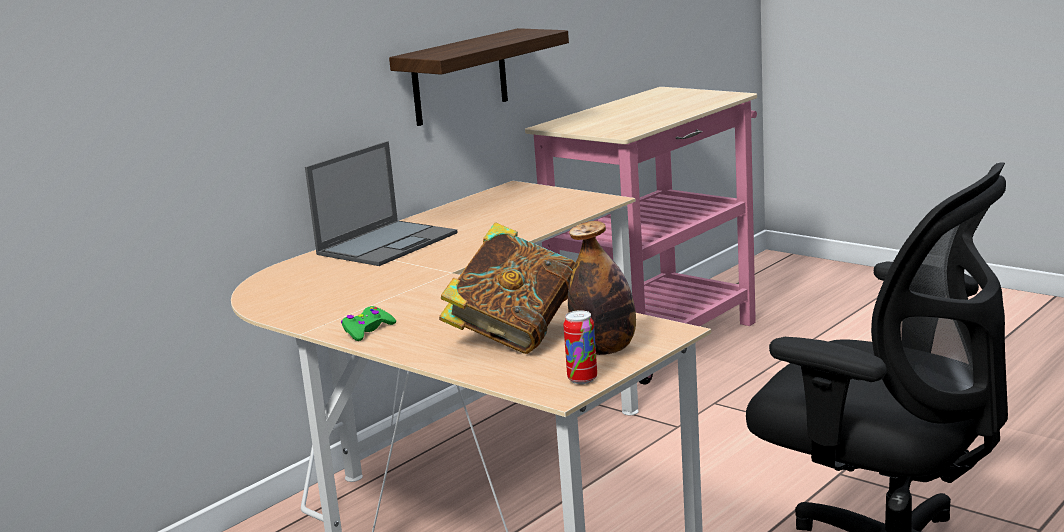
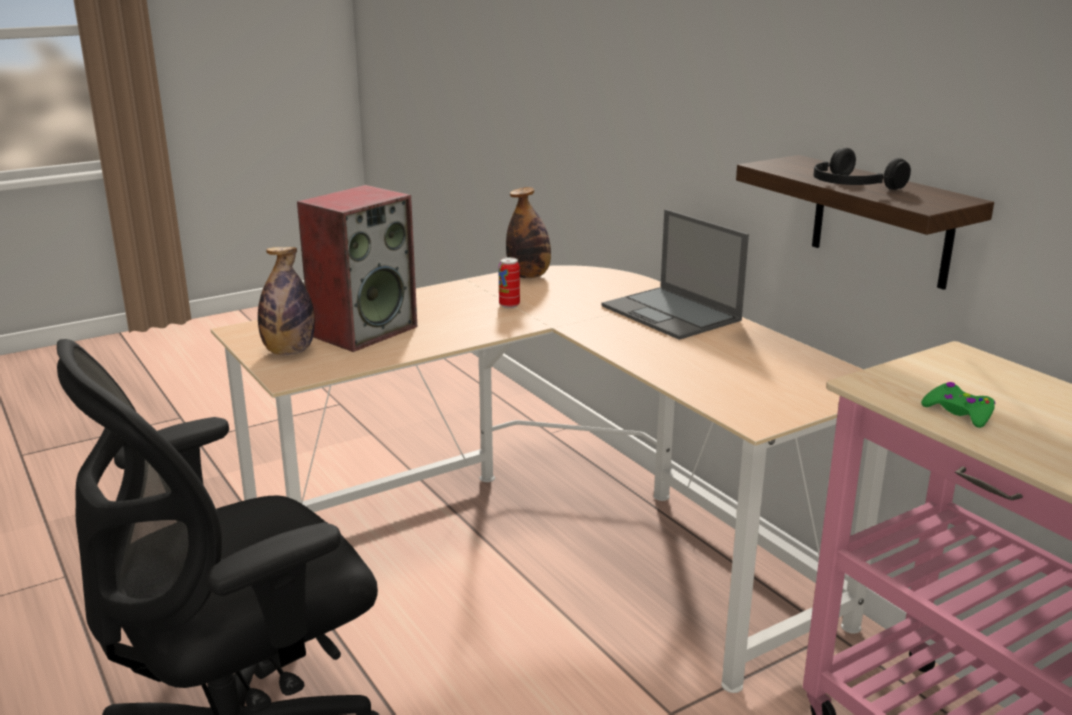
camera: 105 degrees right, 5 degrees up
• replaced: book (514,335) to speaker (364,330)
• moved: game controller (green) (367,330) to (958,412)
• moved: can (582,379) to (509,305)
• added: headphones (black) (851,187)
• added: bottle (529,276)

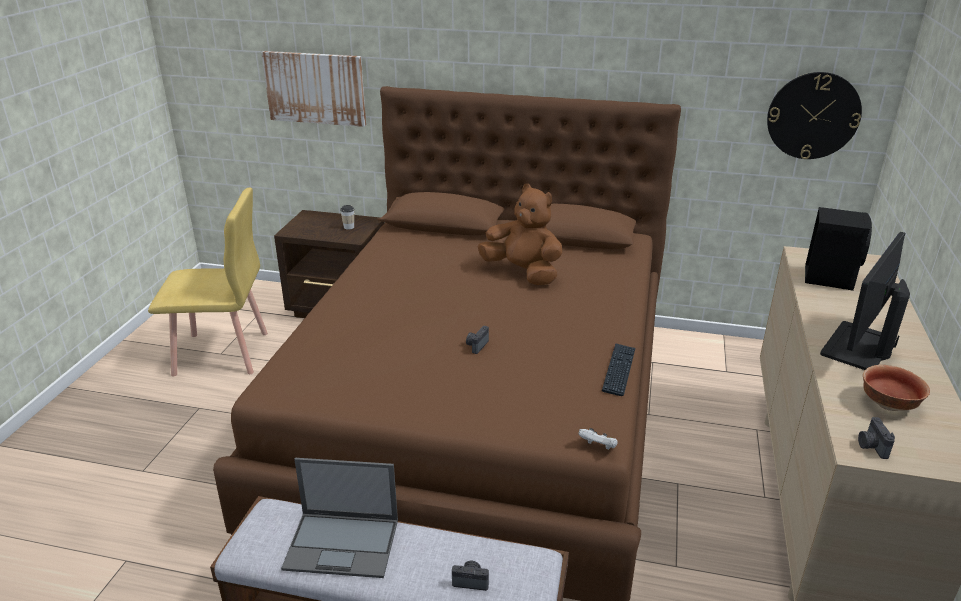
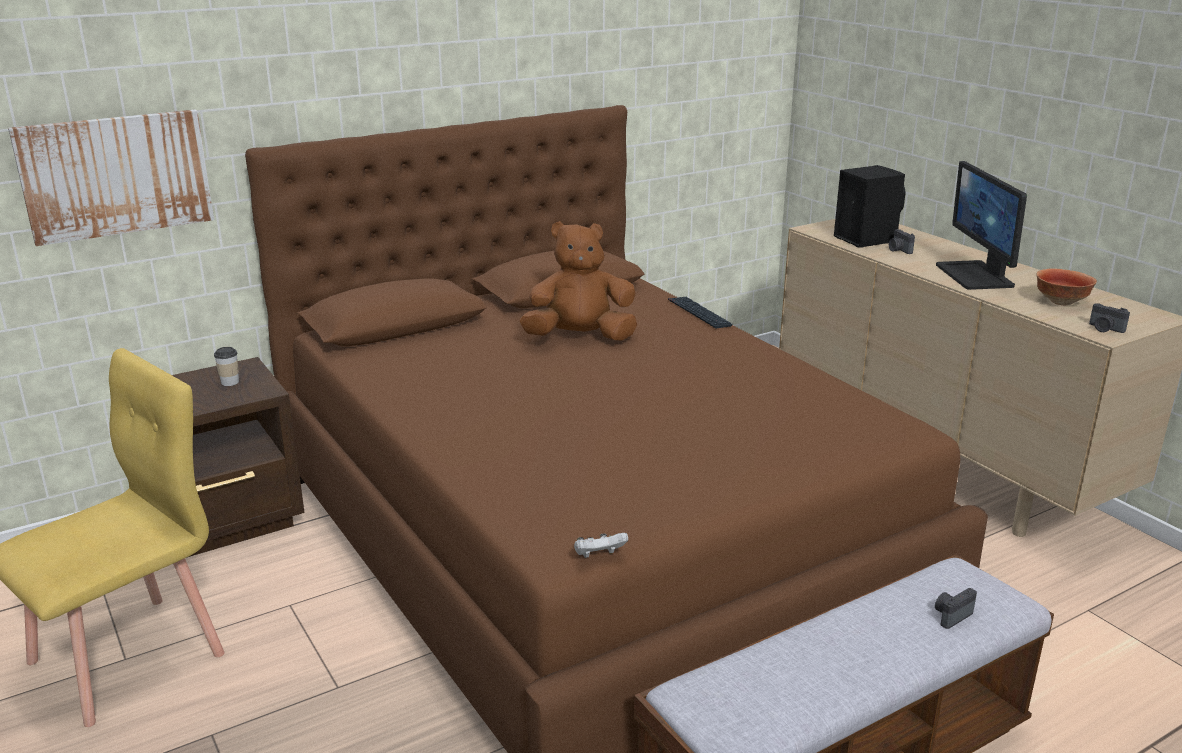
camera: 45 degrees left, 5 degrees down
• removed: wall clock (813,116)
• moved: photo camera (476,345) to (898,250)
• moved: keyboard (619,370) to (699,313)
• moved: game controller (white) (598,447) to (599,556)
• removed: laptop (343,544)

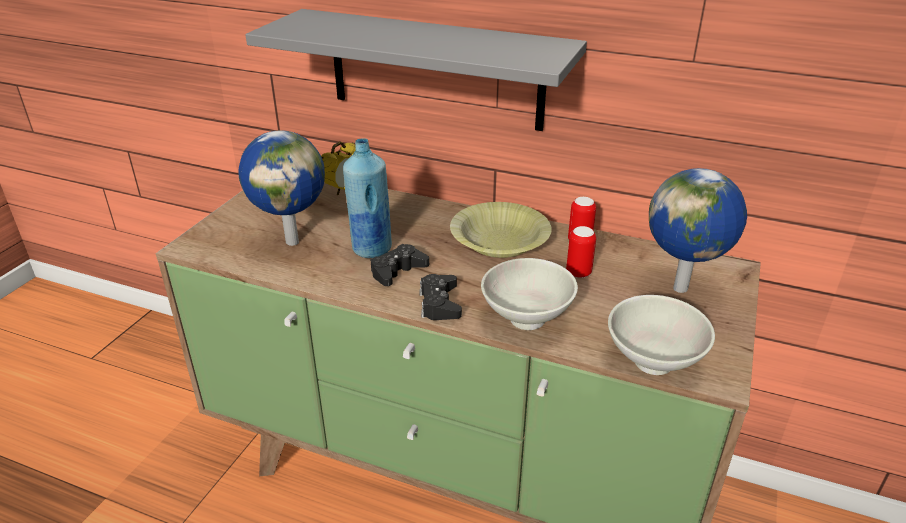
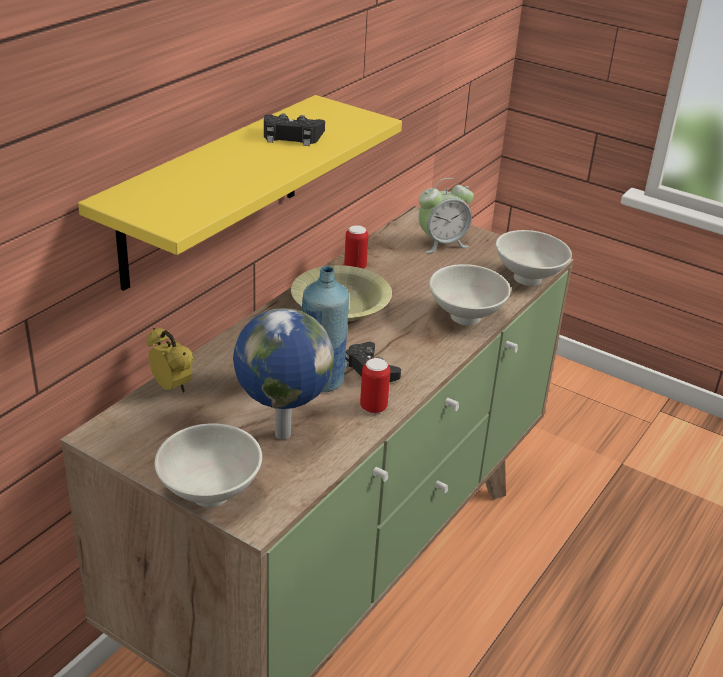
camera: 80 degrees left, 0 degrees up
• recoloured: shelf (grey) (435,70) to shelf (yellow) (212,191)
• replaced: globe (682,289) to alarm clock (442,244)
• moved: can (578,273) to (373,407)
• moved: game controller (black) (439,303) to (291,136)
• added: bowl (white) (212,495)

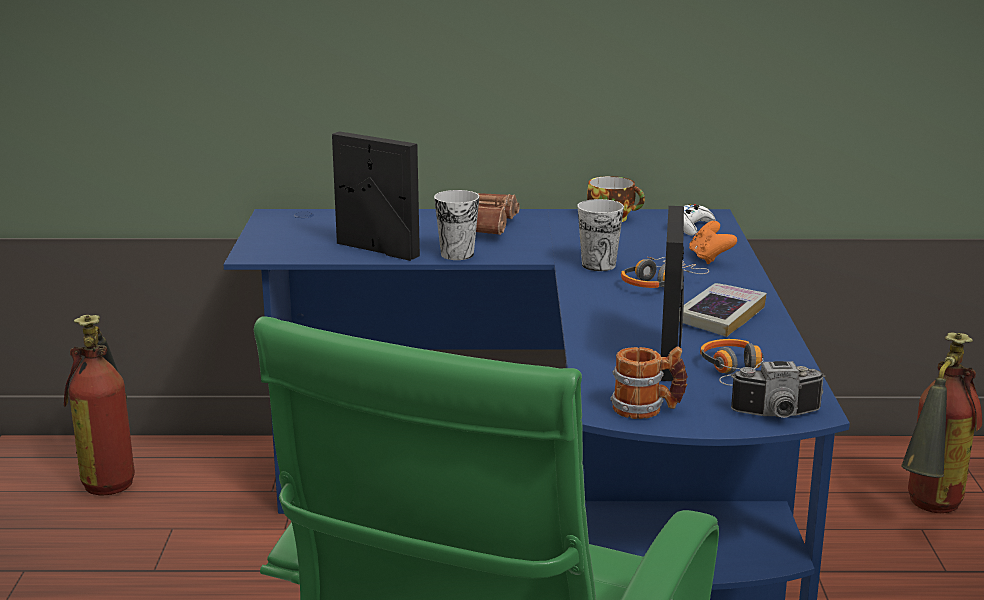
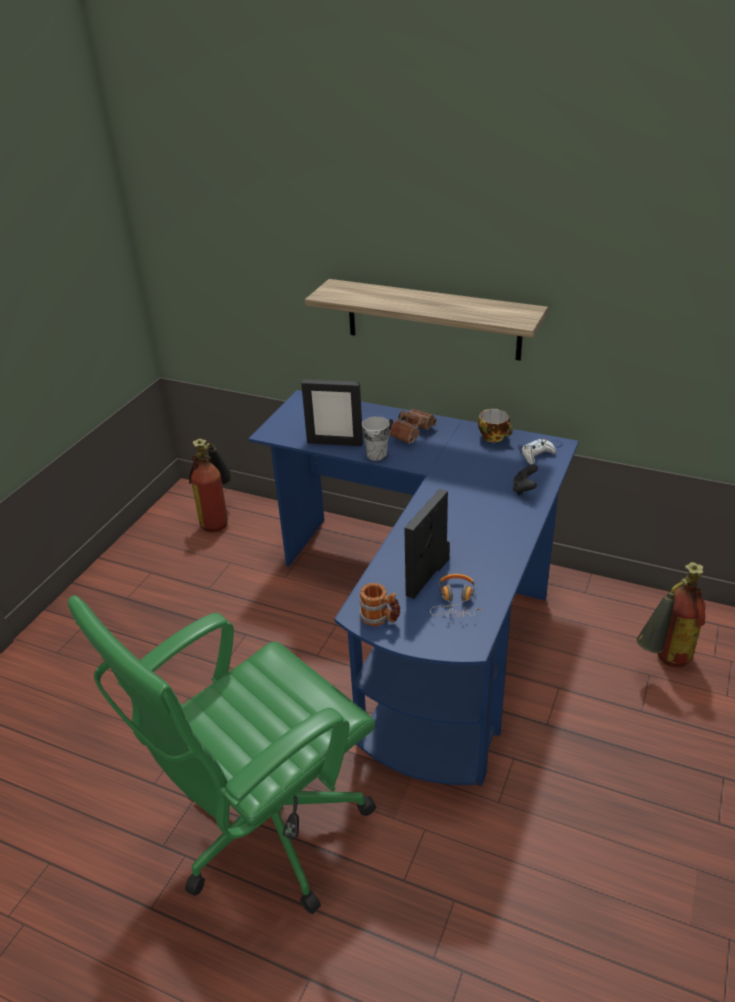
camera: 25 degrees right, 15 degrees up
• turned: picture frame (376,250) = (335,442) 135 degrees clockwise
• removed: cup (598,265)
• recoloured: game controller (orange) (709,258) to game controller (black) (524,489)
• removed: headphones (659,282)
• removed: book (720,316)
• removed: photo camera (778,415)
• added: shelf (433,319)

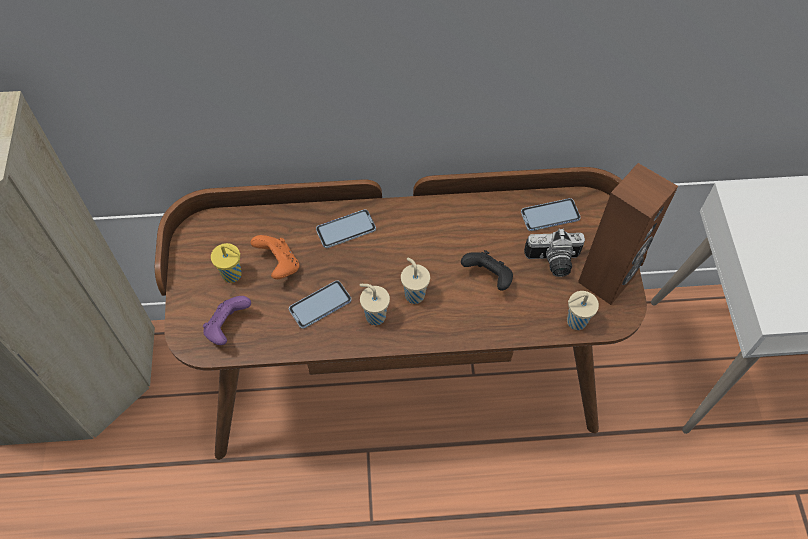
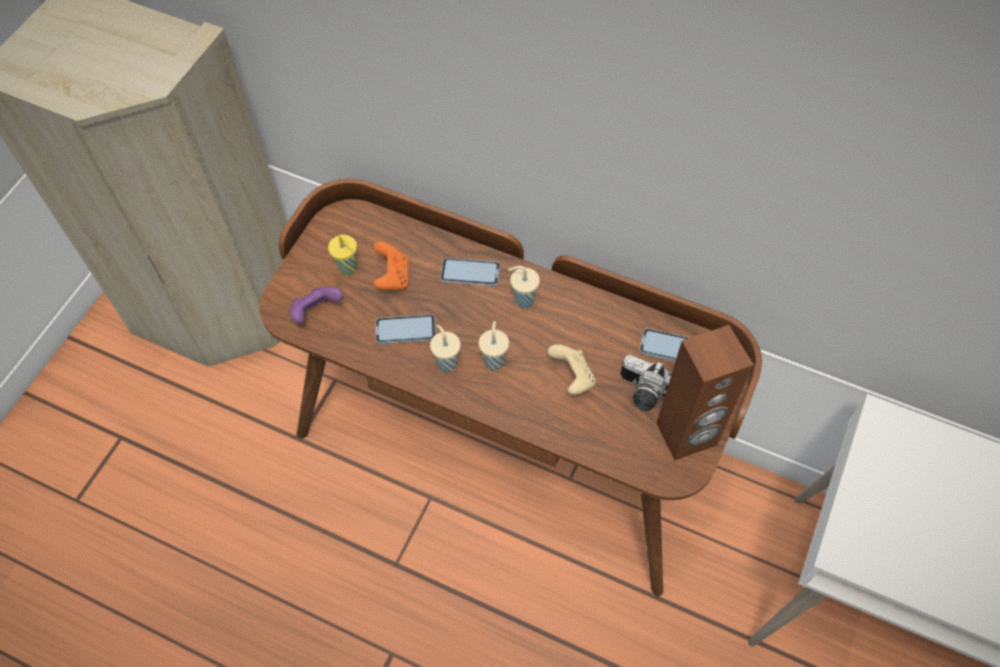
camera: 30 degrees right, 0 degrees up
• recoloured: game controller (black) (488,277) to game controller (beige) (572,377)
• moved: cup (beige) (575,321) to (523,299)

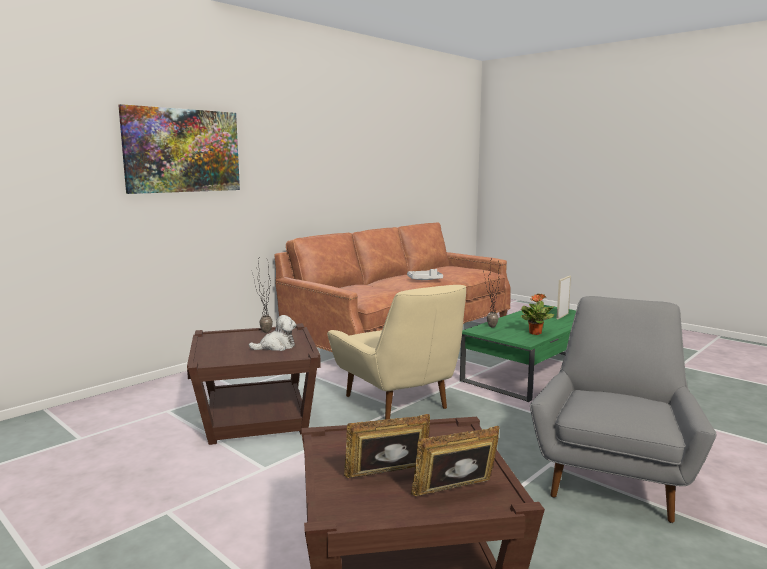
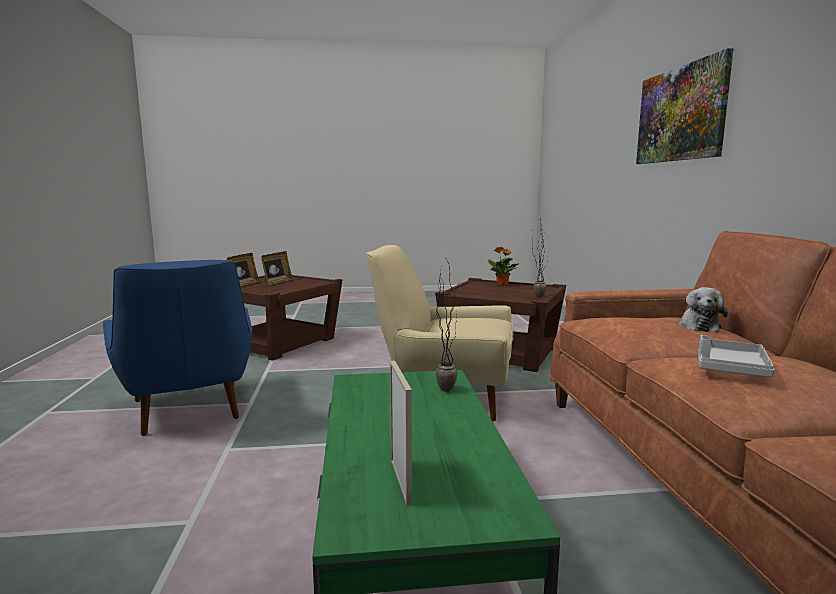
camera: 130 degrees right, 0 degrees up
• moved: potted plant (535,333) to (502,285)
• recoloured: armchair (grey) (612,479) to armchair (blue) (189,412)
• moved: plush toy (276,347) to (699,326)

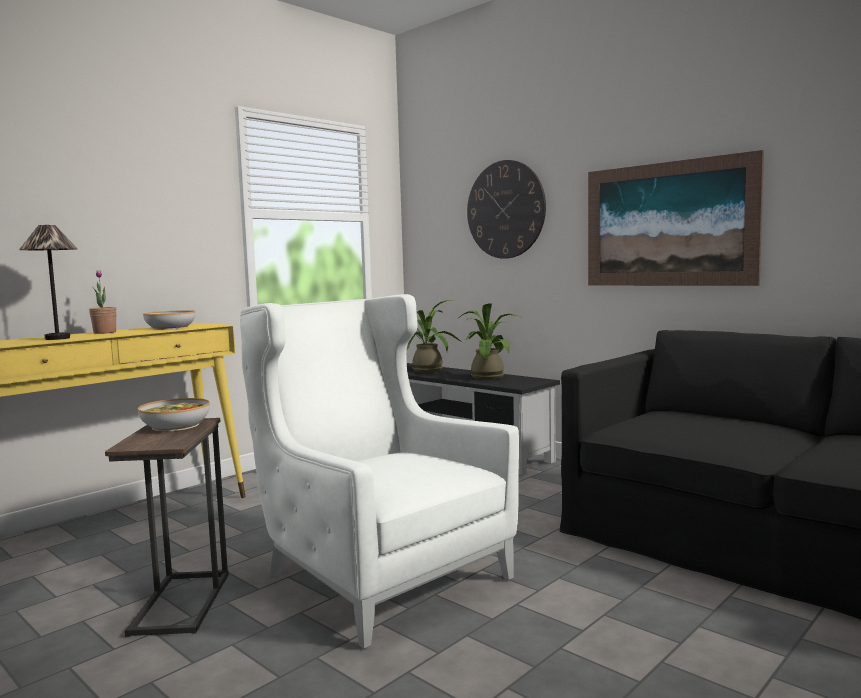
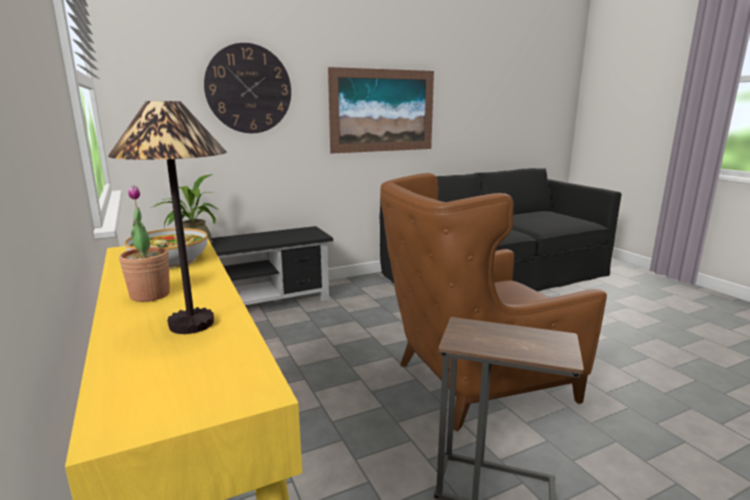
camera: 70 degrees left, 10 degrees up
• recoloured: armchair (white) (377,575) to armchair (brown) (474,382)
• removed: potted plant (488,376)
• removed: bowl (176,426)

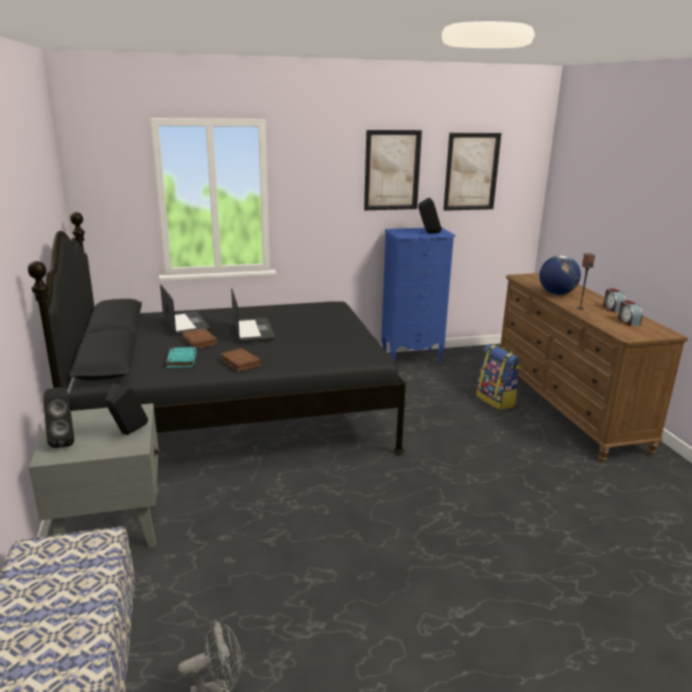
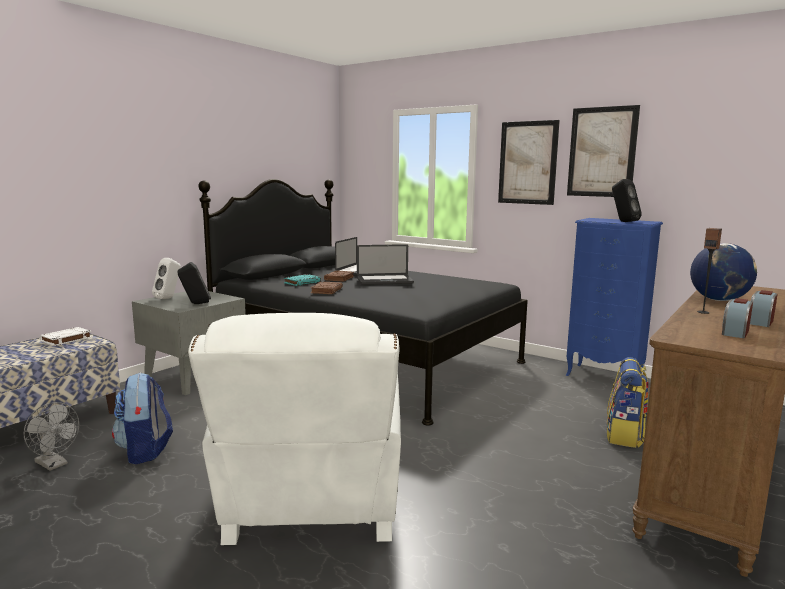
camera: 50 degrees right, 10 degrees down
• moved: picture (471,172) to (527,163)
• turned: laptop (253,331) = (385,281) 45 degrees clockwise
• recoloured: speaker (black) (64,441) to speaker (white) (169,298)
• added: armchair (white) (311,501)
• added: book (white) (66,339)
• added: backpack (145,451)

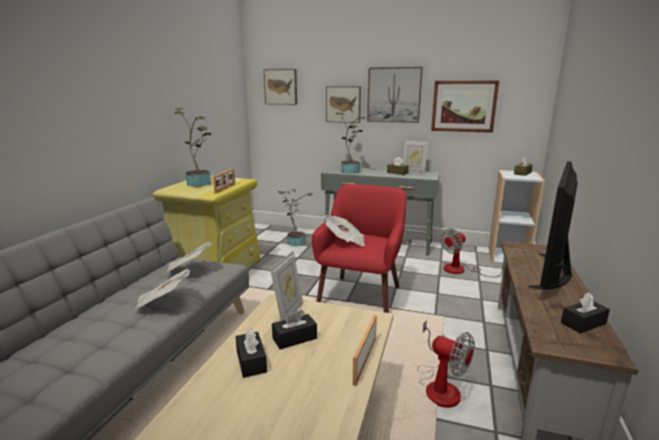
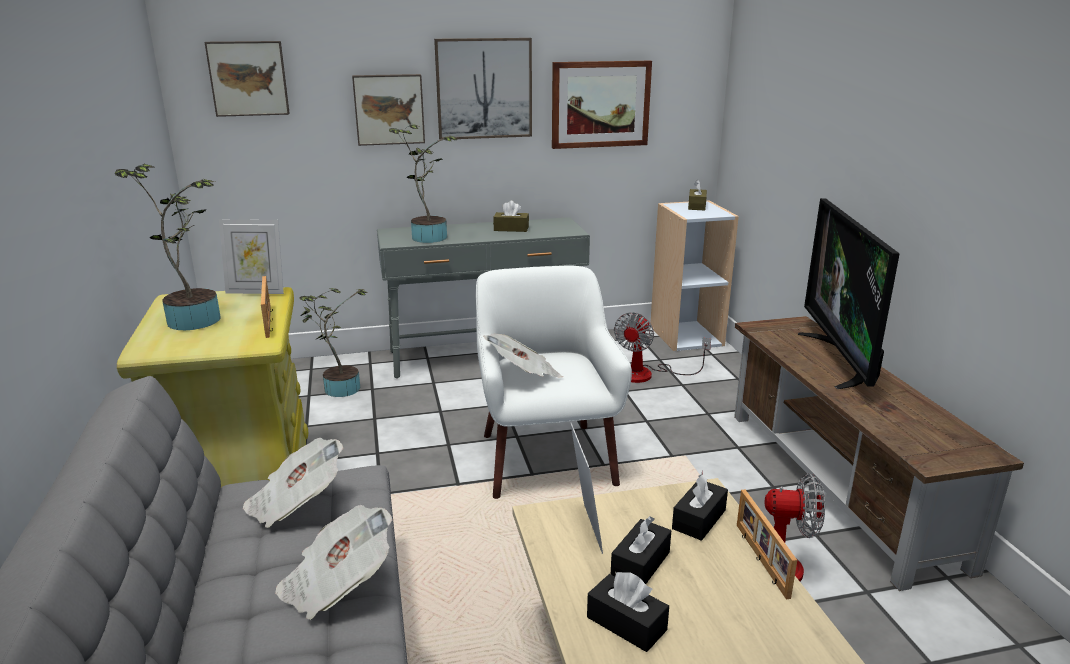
camera: 30 degrees left, 5 degrees up
• moved: picture frame (413,171) to (256,291)
• recoloured: armchair (red) (361,296) to armchair (white) (545,458)
• moved: tissue box (black) (583,323) to (699,519)

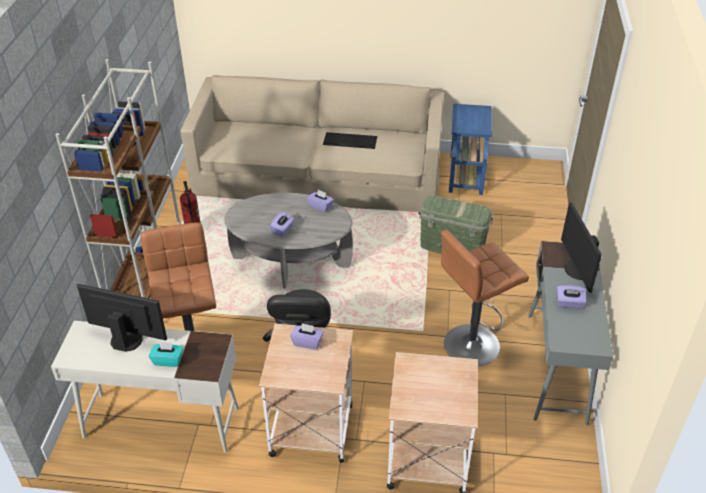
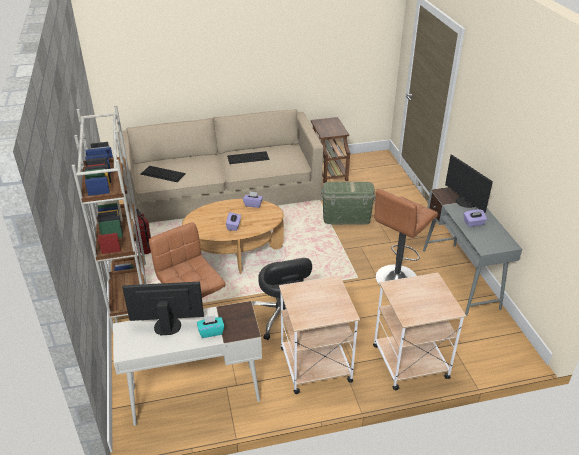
camera: 20 degrees left, 5 degrees down
• recoloured: side table (blue) (466,174) to side table (brown) (329,170)
• recoloured: coffee table (grey) (291,263) to coffee table (brown) (235,255)
• removed: tissue box (purple) (307,342)
• added: keyboard (162,174)

